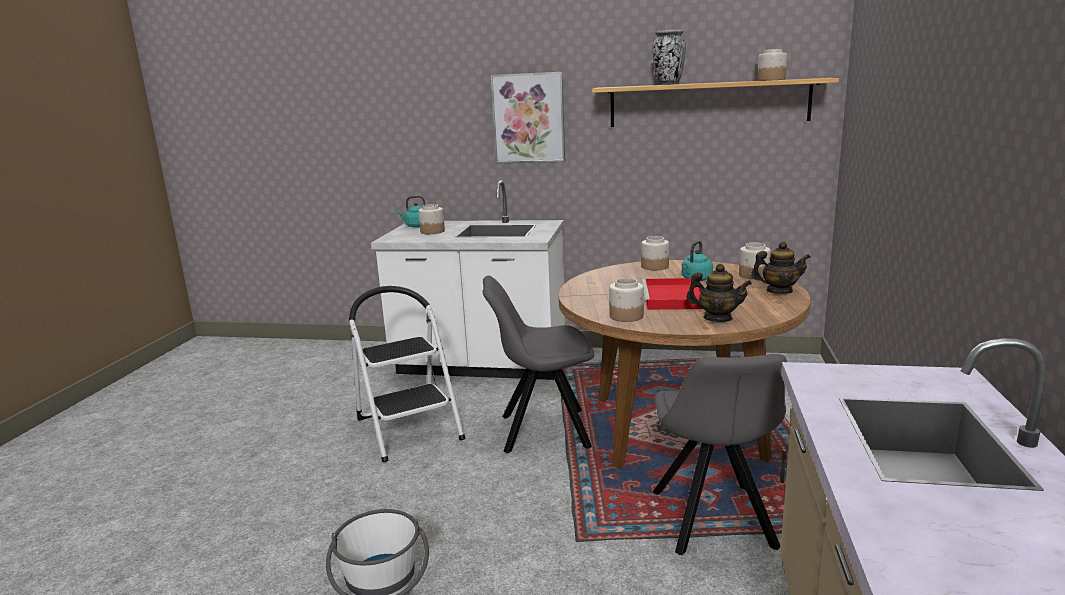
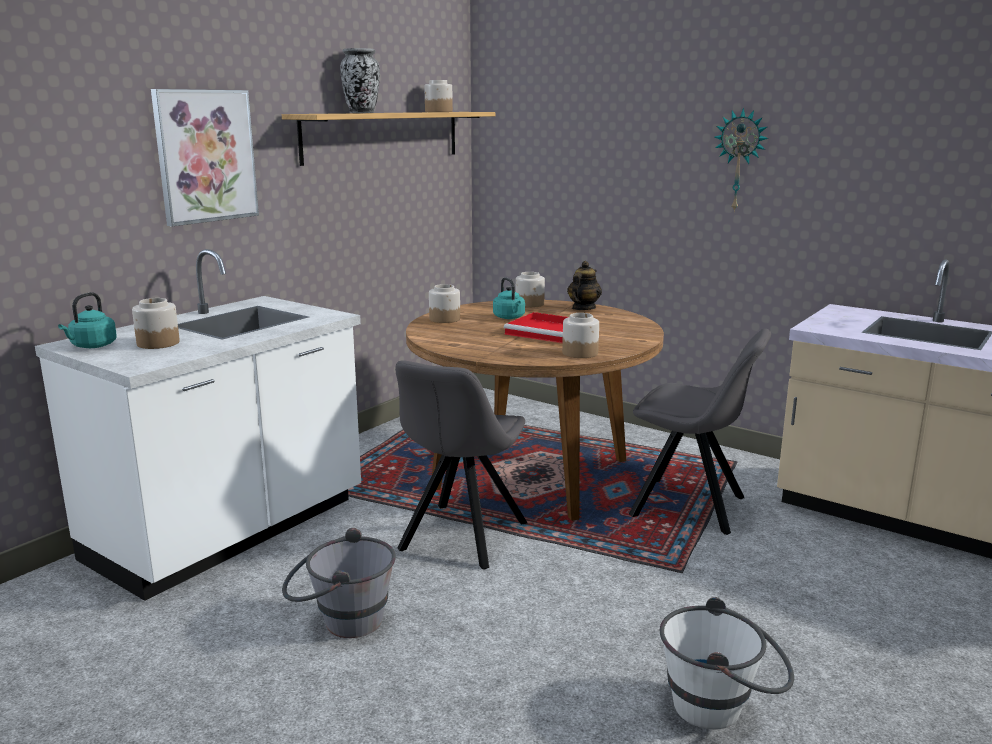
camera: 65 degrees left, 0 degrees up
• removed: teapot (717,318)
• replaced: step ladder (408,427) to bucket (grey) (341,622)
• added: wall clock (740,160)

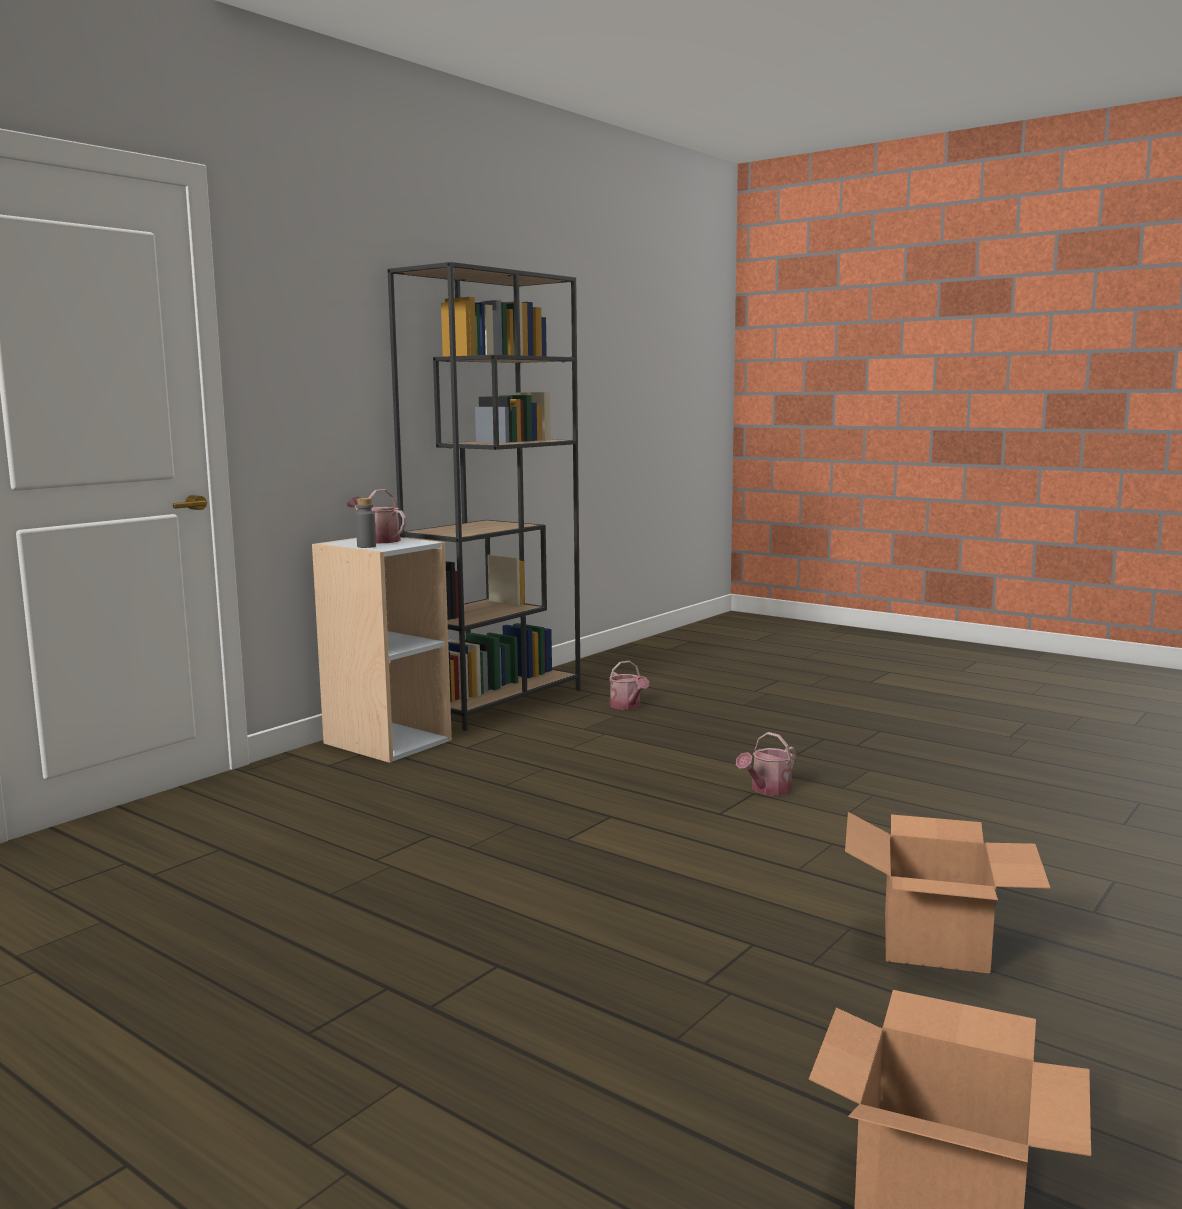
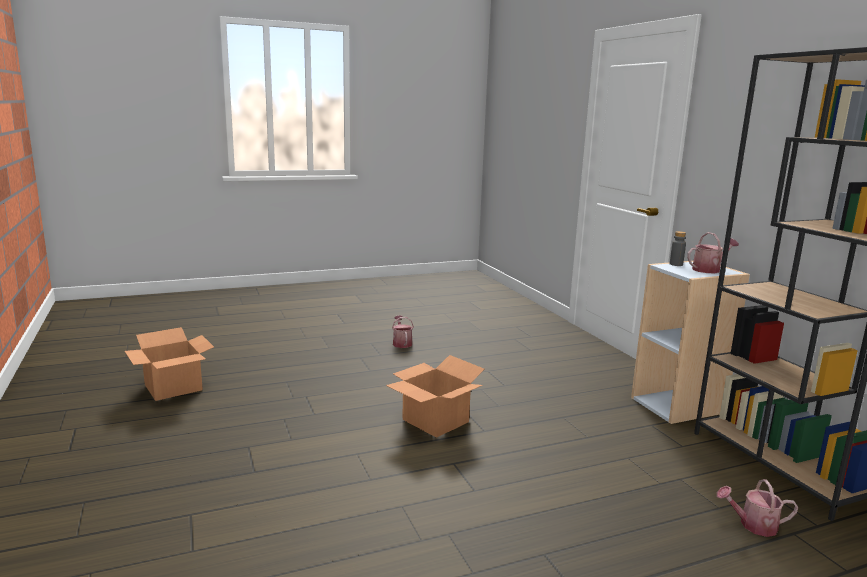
camera: 120 degrees right, 5 degrees up
• moved: watering can (767,790) to (401,343)
• moved: cardboard box (933,941) to (436,421)

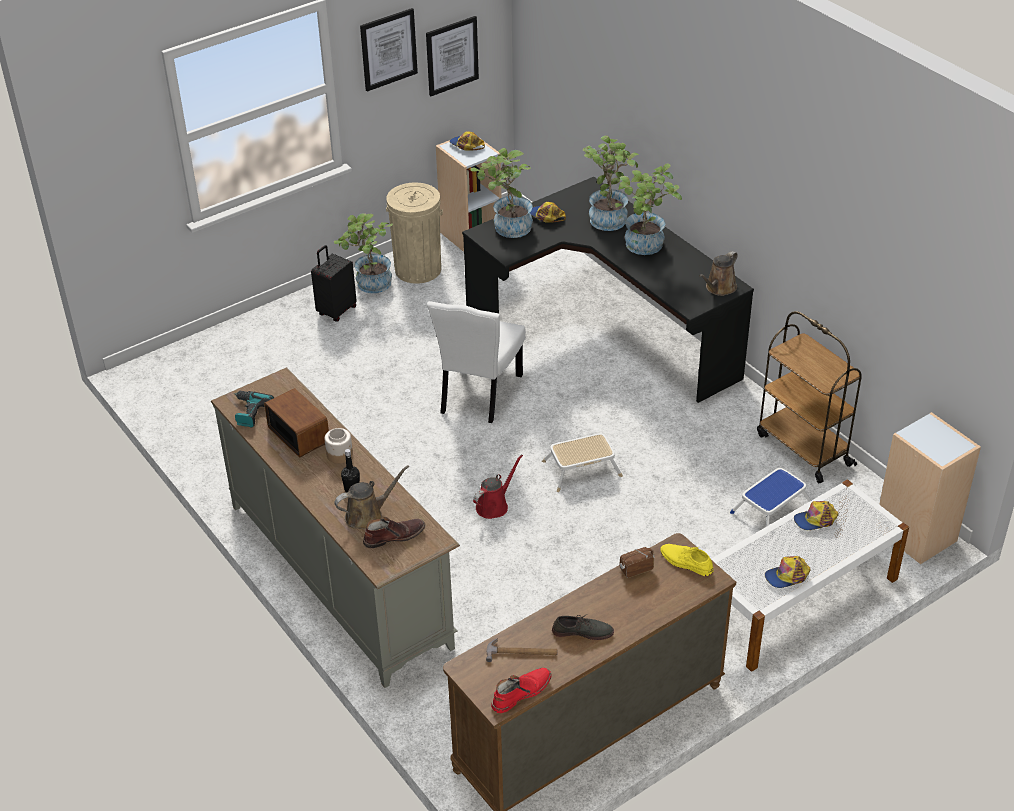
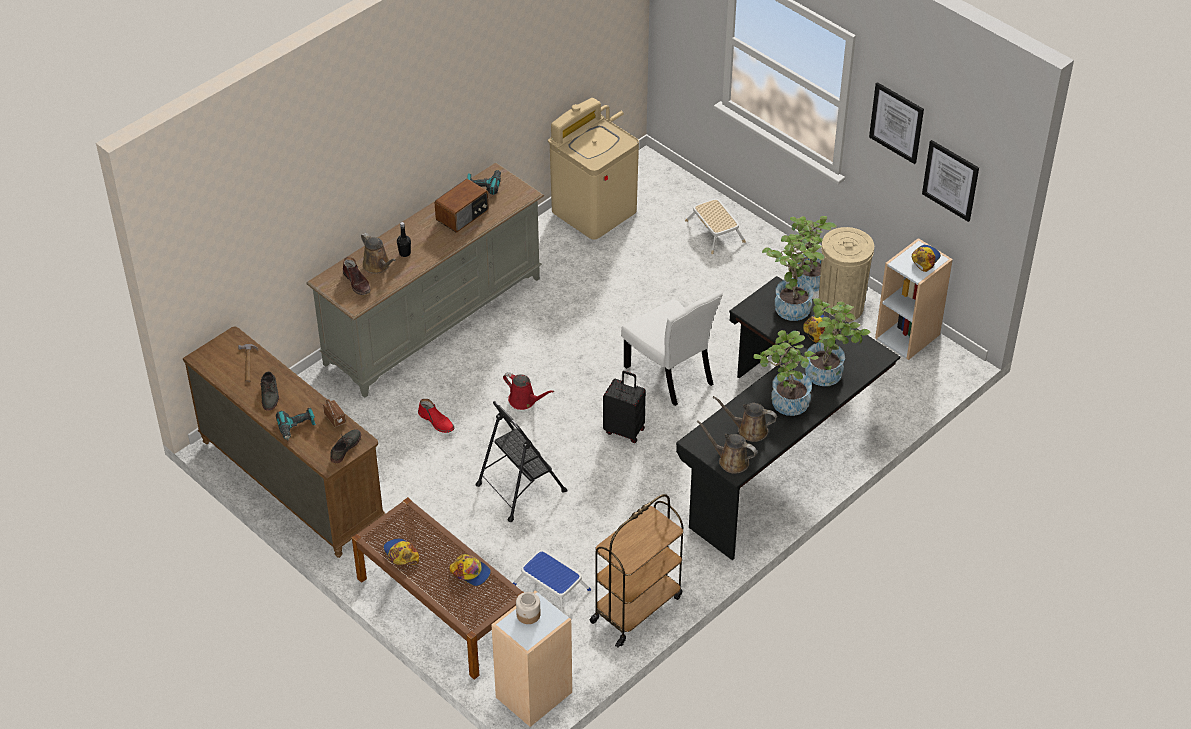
camera: 80 degrees right, 5 degrees up
• moved: suitcase (black) (336,311) to (624,430)
• turned: chair (white) (479,392) = (669,373) 135 degrees counterclockwise
• moved: jar (340,454) to (528,615)
• moved: step ladder (beige) (582,469) to (714,231)
• recoloured: bench (white) (797,599) to bench (brown) (441,607)
• turned: cap (815,520) = (470,572) 150 degrees clockwise
• recoloured: shoe (yellow) (686,562) to shoe (grey) (345,447)
• moved: boot (red) (520,693) to (437,421)
• added: washing machine (beige) (594,211)
• added: watering can (brown) (749,430)
• added: step ladder (black) (519,488)
• added: power drill (297,427)

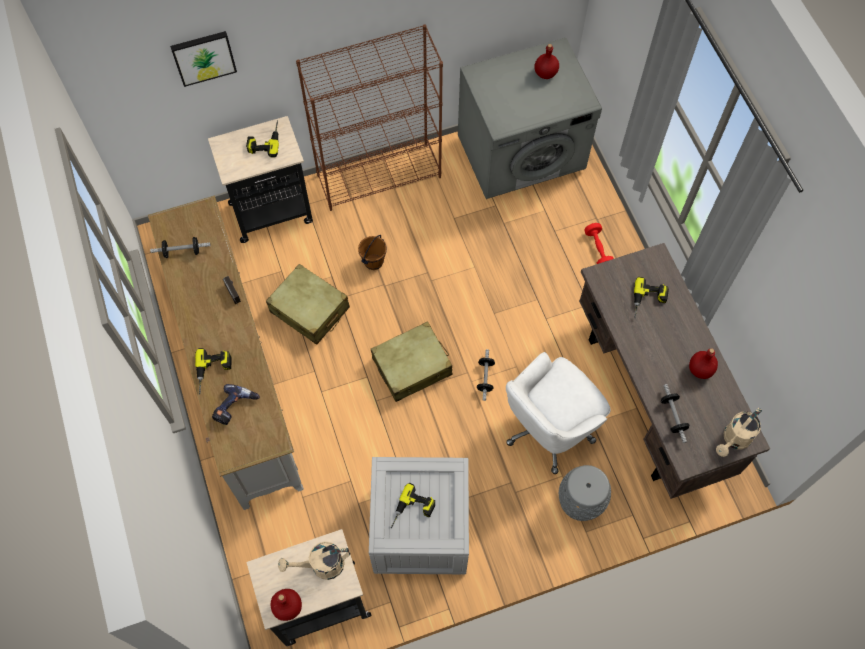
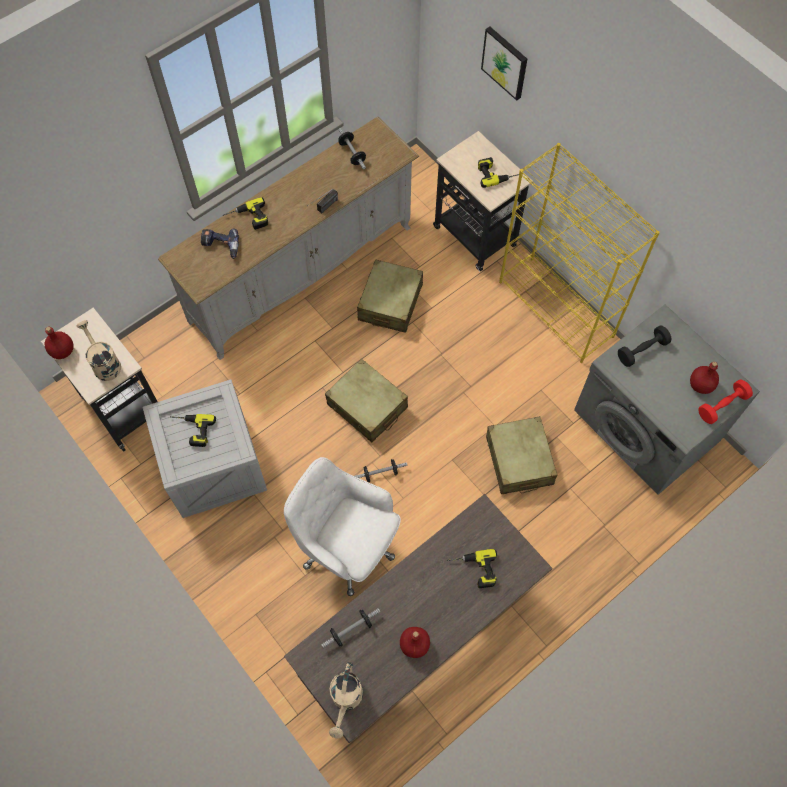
camera: 70 degrees right, 0 degrees up
• recoloured: bookcase (brown) (379,175) to bookcase (yellow) (556,309)
• moved: dumbbell (red) (598,250) to (722,406)
• removed: bucket (brown) (373,261)
• turned: watering can (beige) (734,440) = (346,700) 105 degrees counterclockwise
• removed: stool (grey) (580,501)
• added: dumbbell (black) (642,350)
• added: suitcase (beige) (519,461)

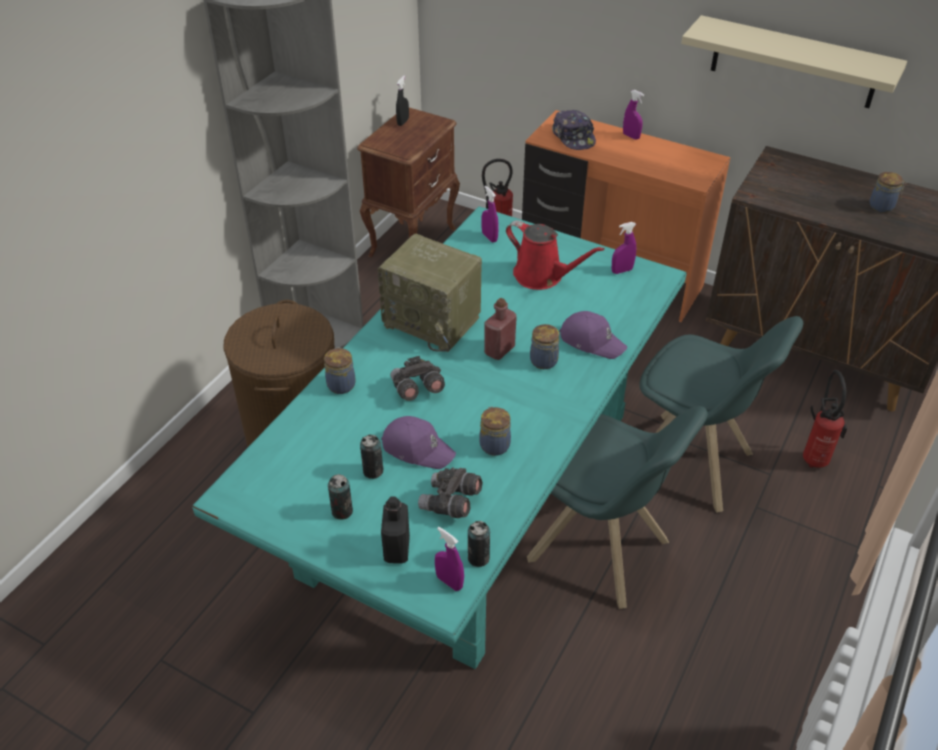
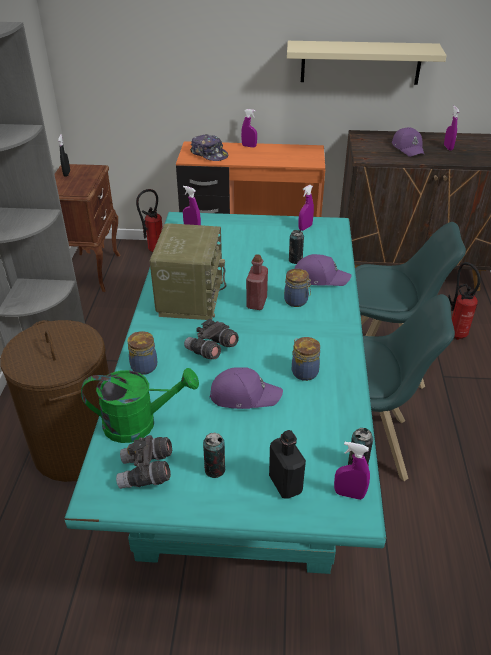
camera: 25 degrees left, 5 degrees down
• replaced: jar (882,206) to spray bottle (purple) (448,147)
• removed: watering can (red) (542,276)
• turned: radio (434,321) = (190,297) 90 degrees counterclockwise
• moved: can (373,471) to (295,260)
• moved: binoculars (grey) (450,503) to (146,473)
• added: cap (purple) (408,148)
• added: watering can (green) (139,423)

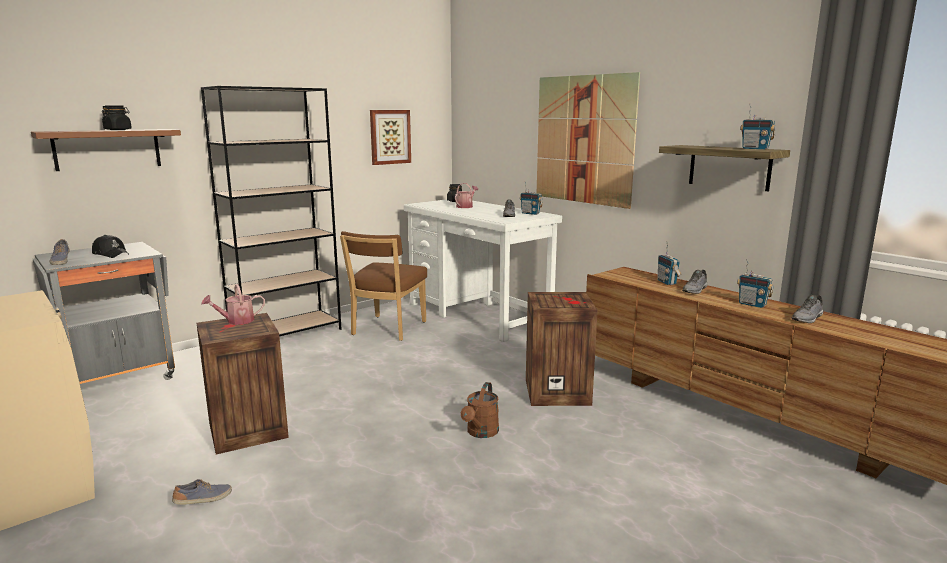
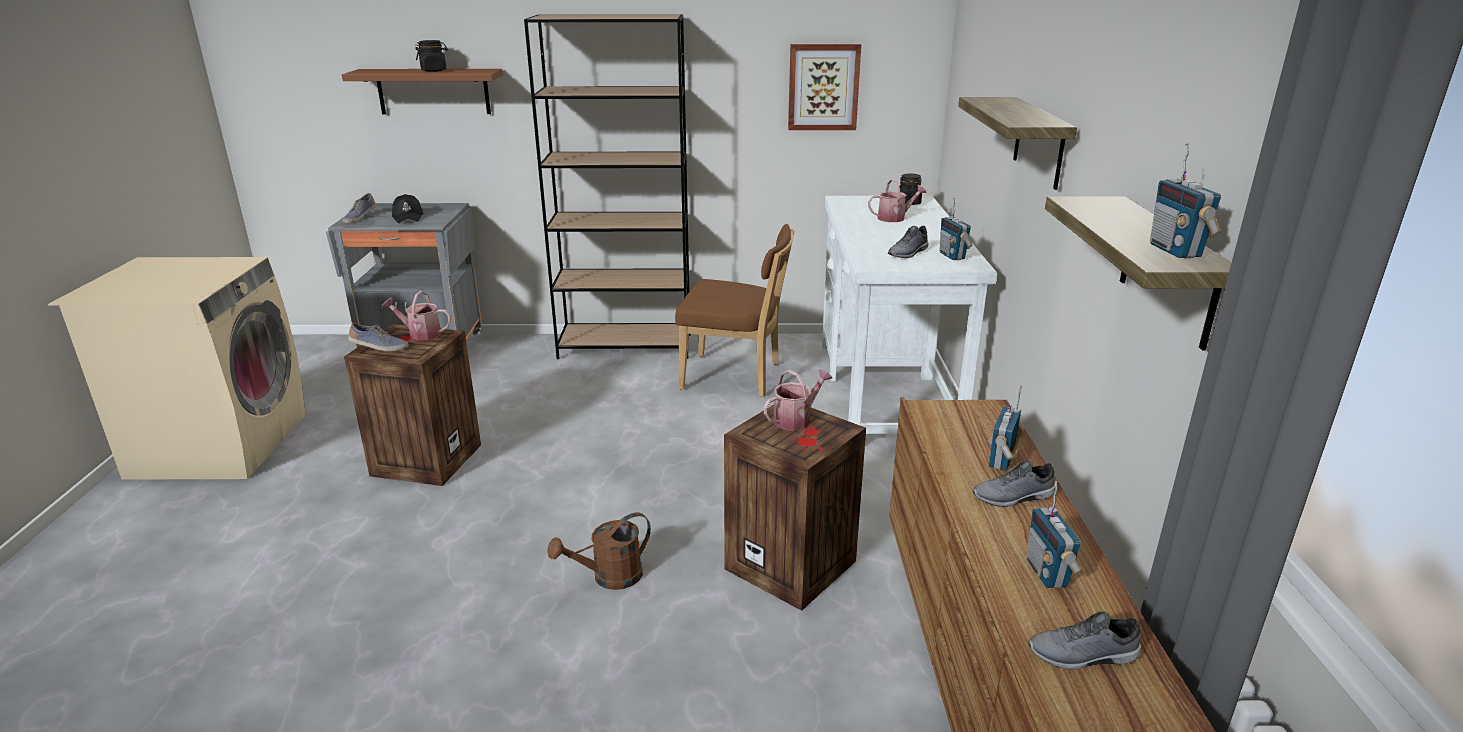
camera: 40 degrees right, 10 degrees up
• replaced: picture (583,140) to shelf (1039,142)
• turned: chair (brown) (387,329) = (735,377) 135 degrees counterclockwise
• moved: shoe (203,500) to (379,347)
• added: watering can (796,419)

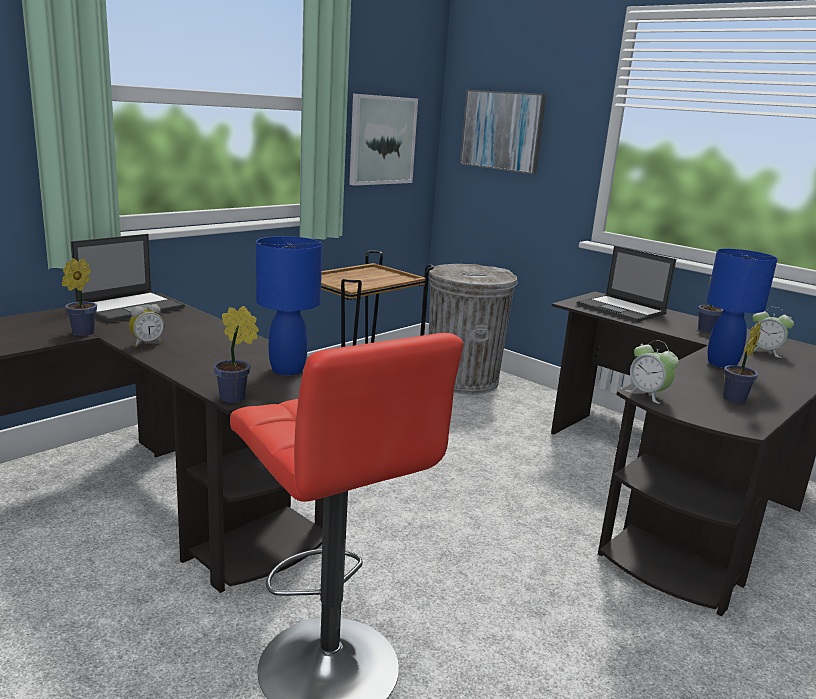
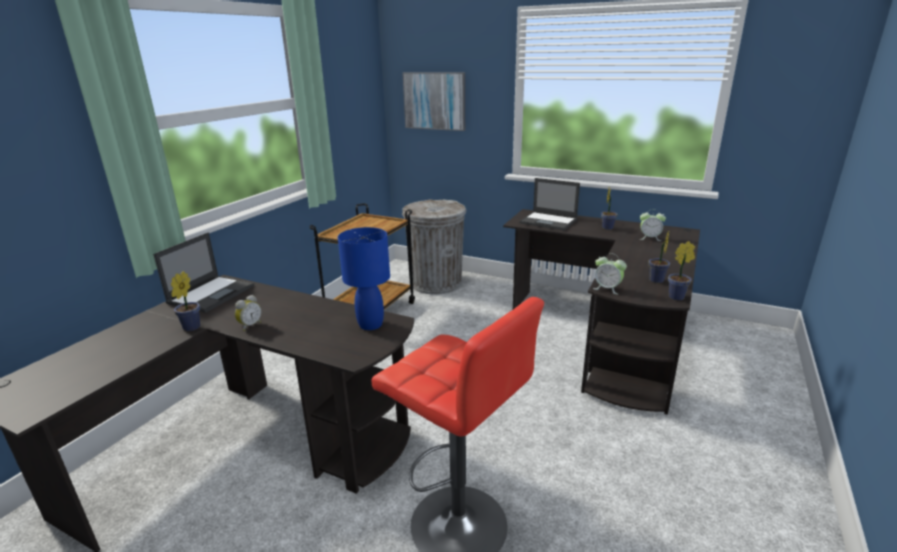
camera: 15 degrees left, 5 degrees up
• removed: picture (382,140)
• removed: table lamp (blue) (721,364)
• moved: potted plant (236,399) to (678,297)

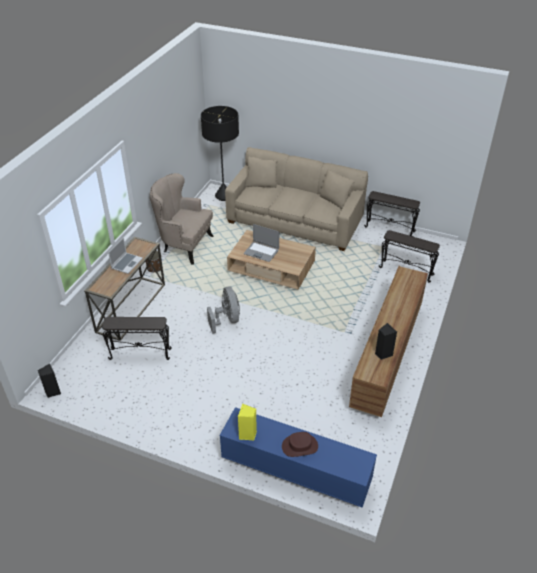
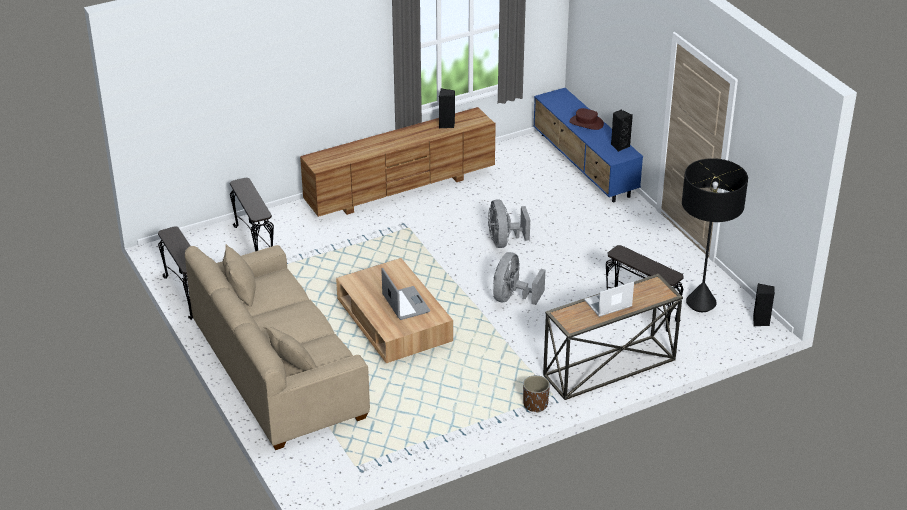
camera: 140 degrees left, 5 degrees down
• moved: floor lamp (black) (223,197) to (700,305)
• removed: armchair (beige) (184,245)
• recoloured: speaker (yellow) (247,434) to speaker (black) (619,146)
• added: fan (grey) (504,241)

